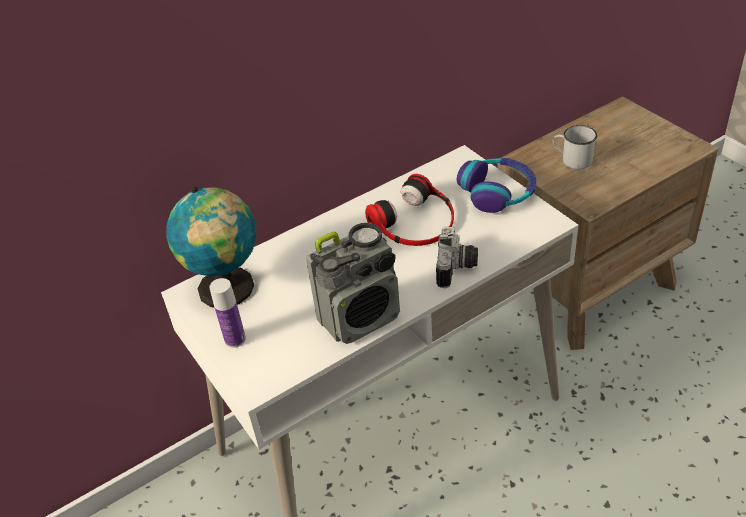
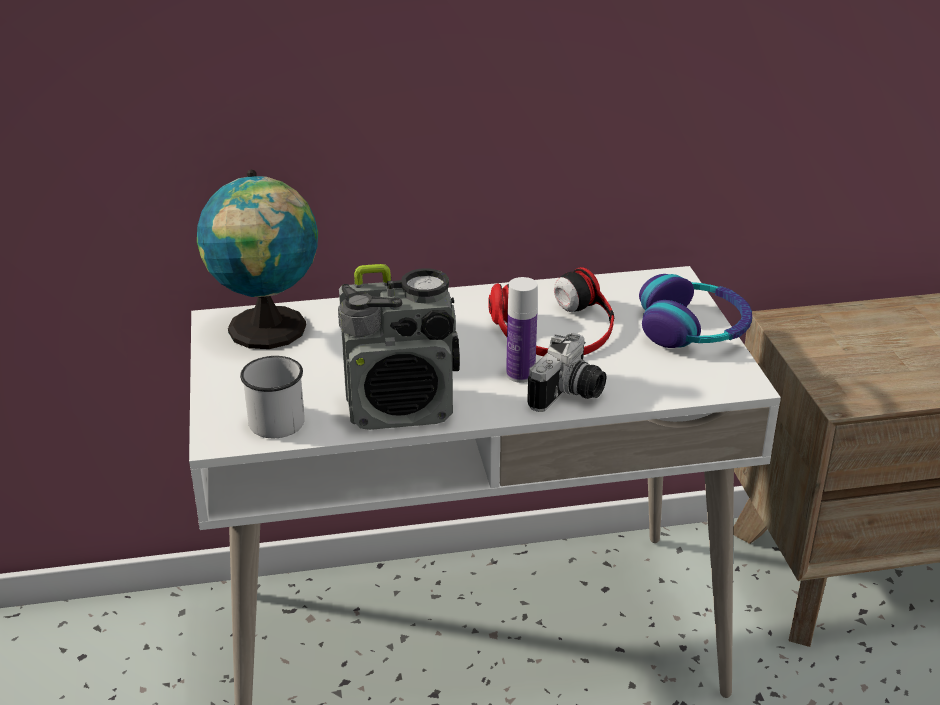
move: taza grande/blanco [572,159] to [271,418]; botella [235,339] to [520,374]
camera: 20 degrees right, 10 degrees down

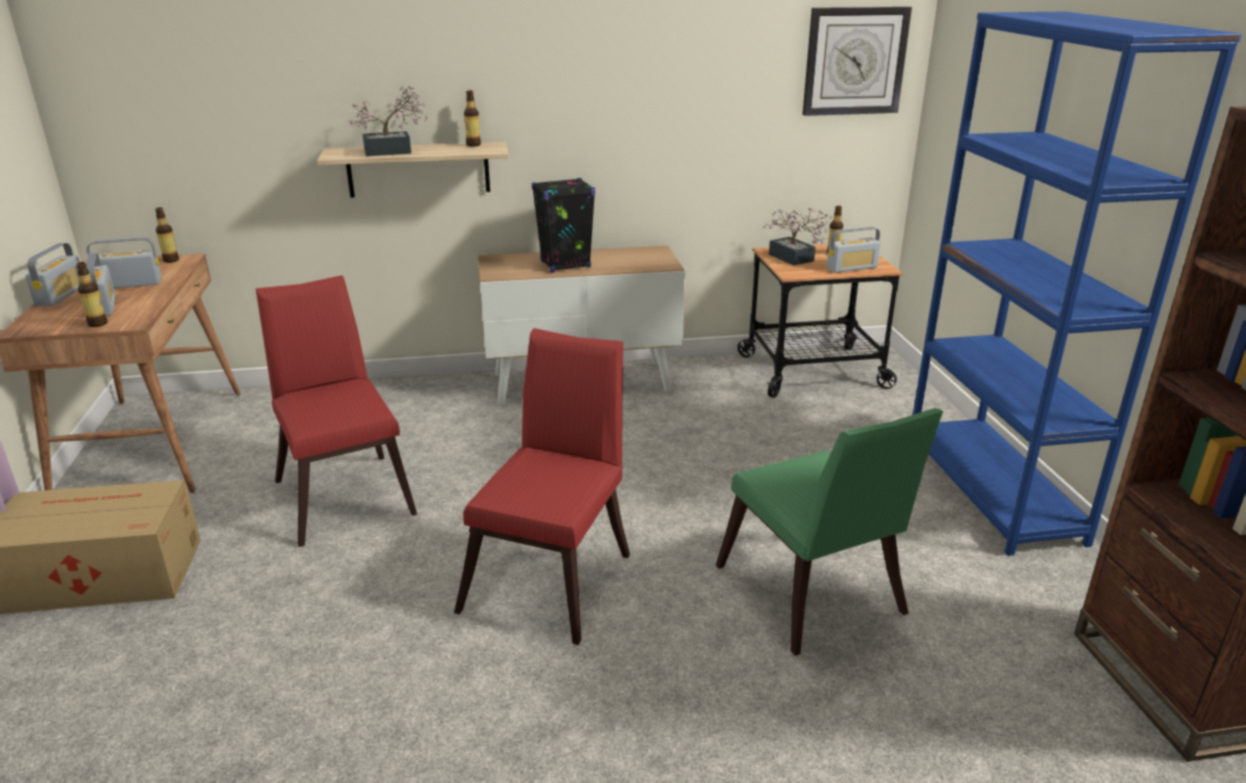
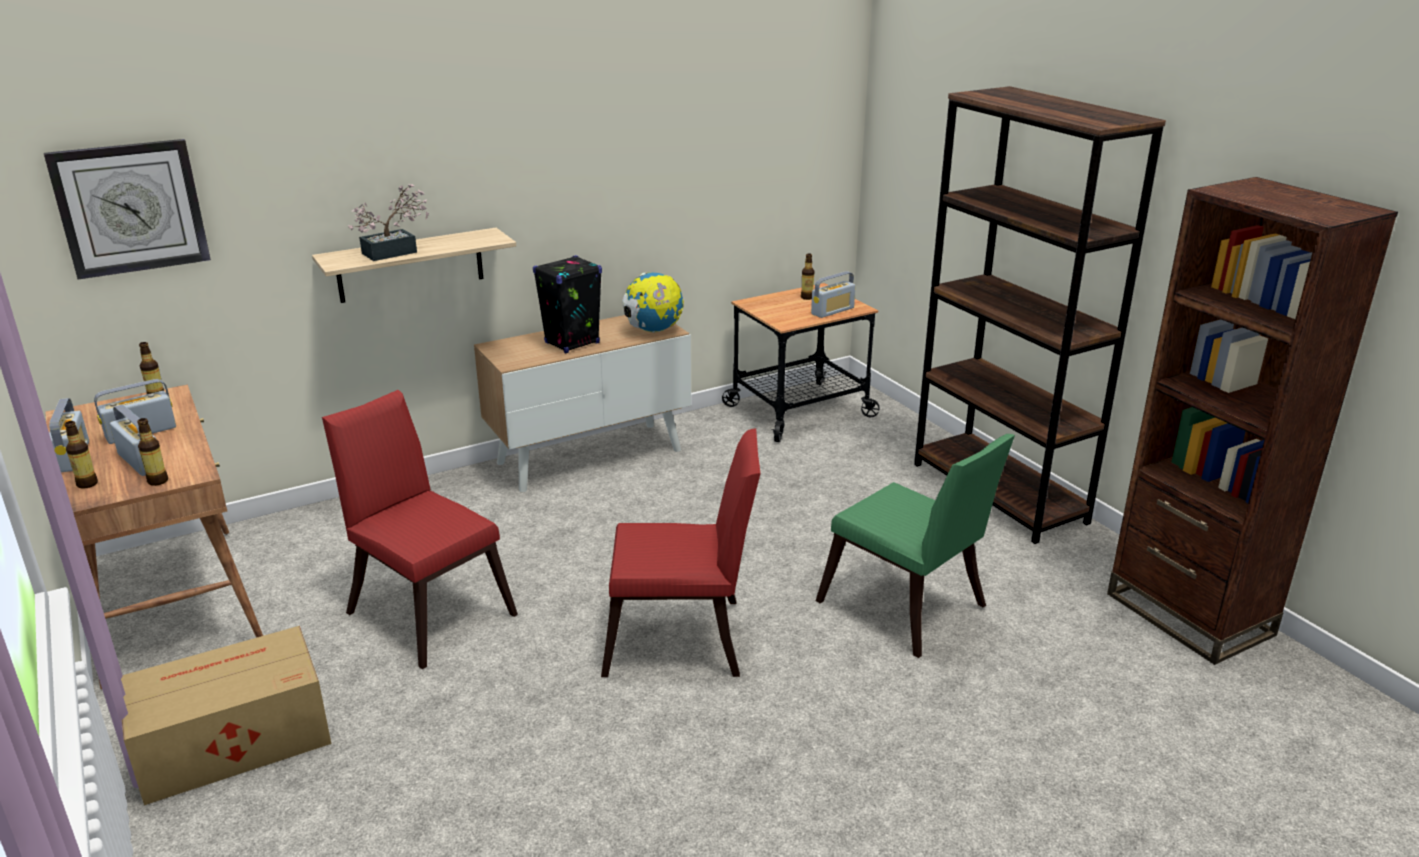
delete: planta en maceta [794,259]
insert: globo terráqueo [653,331]
move: reloj de pared [854,61] to [130,208]; botella [473,145] to [87,484]
recolor: estantería/azul [991,490] to estantería/marrón [998,493]
rotate: silla/rojo [554,575] = [683,640] 90 degrees clockwise
camera: 20 degrees left, 0 degrees up

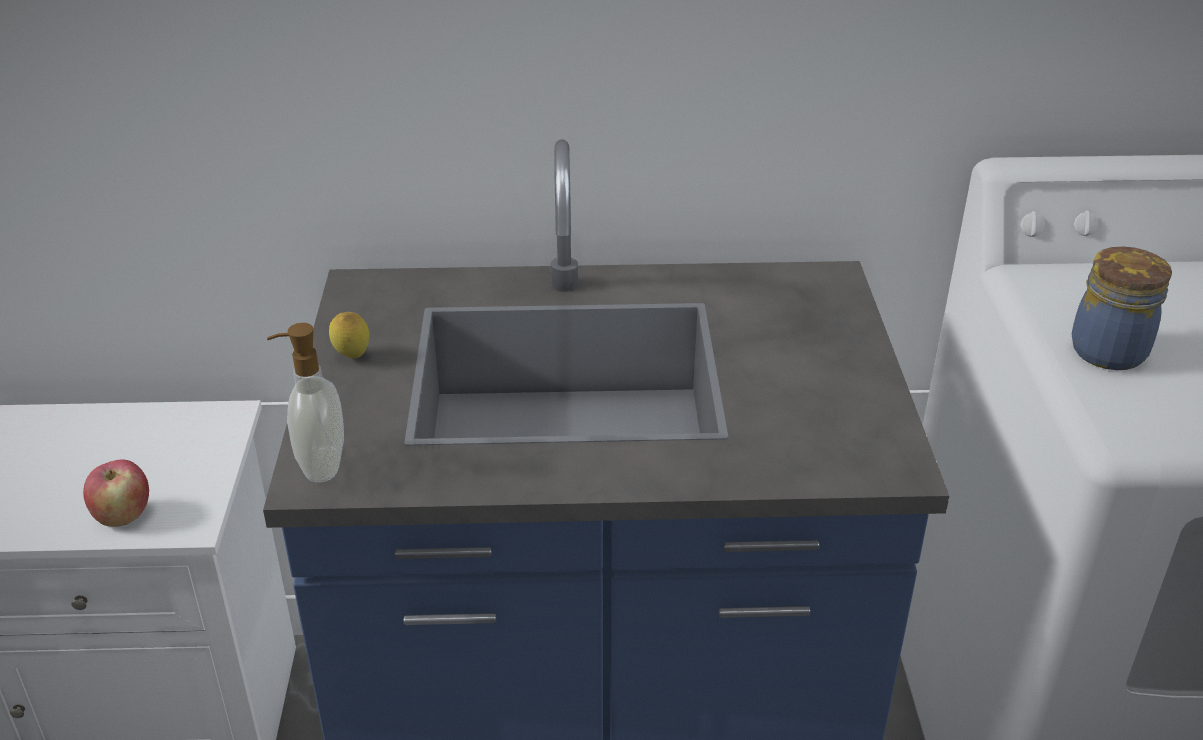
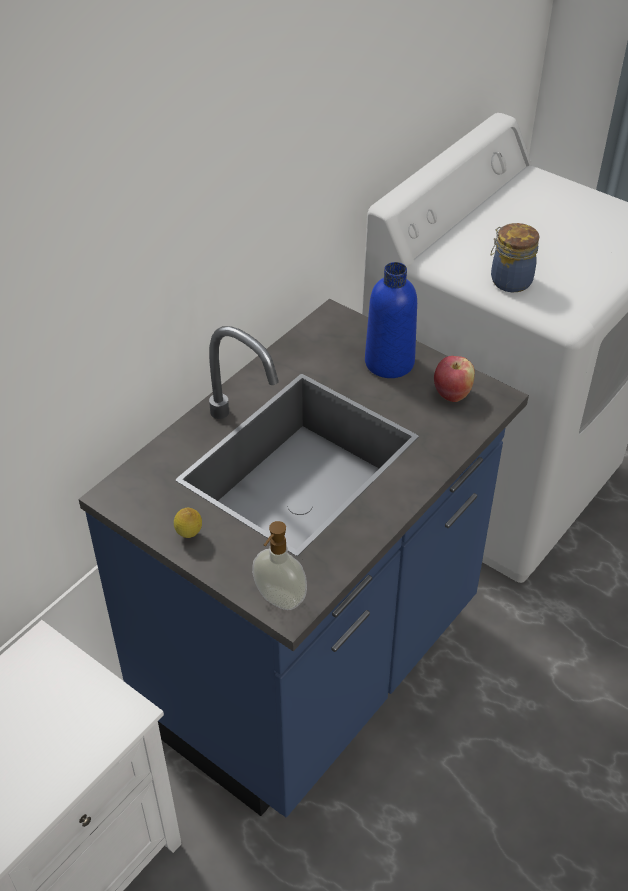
insert: botella/azul [389,362]
move: manzana [123,516] to [452,394]
camera: 50 degrees left, 10 degrees up

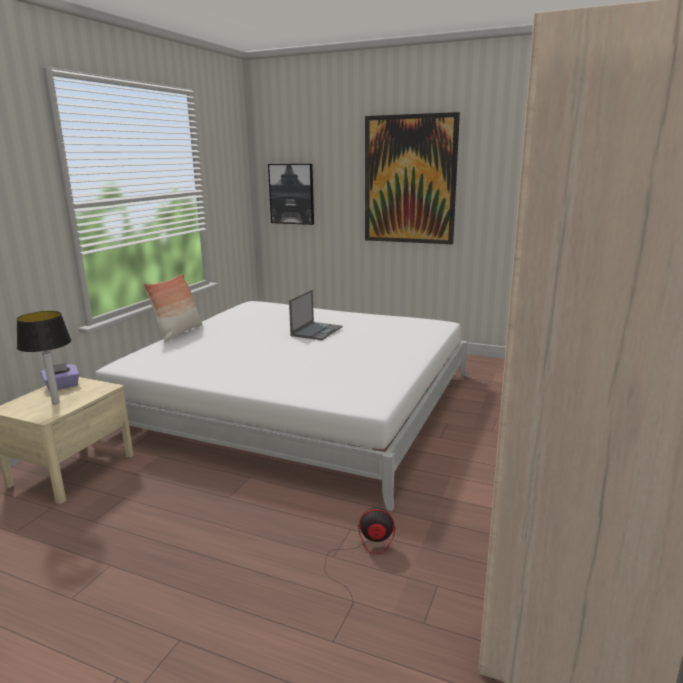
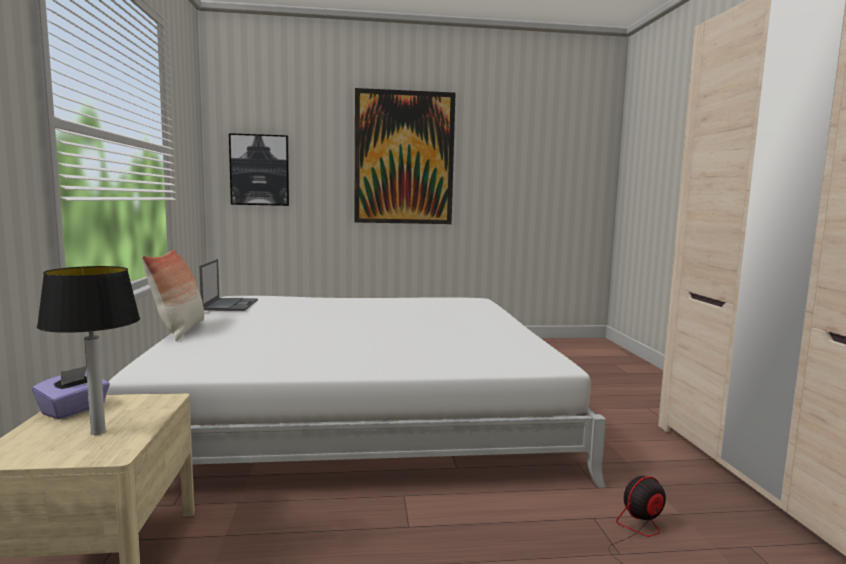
move: portátil [317,331] to [230,305]
camera: 30 degrees left, 10 degrees down

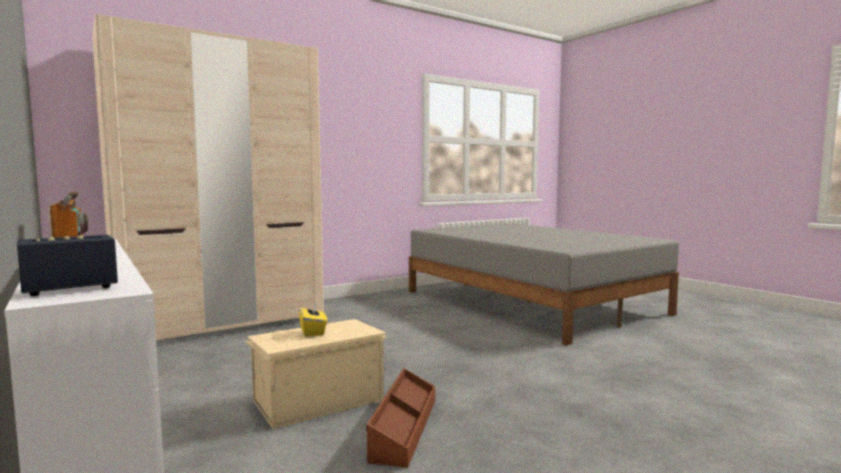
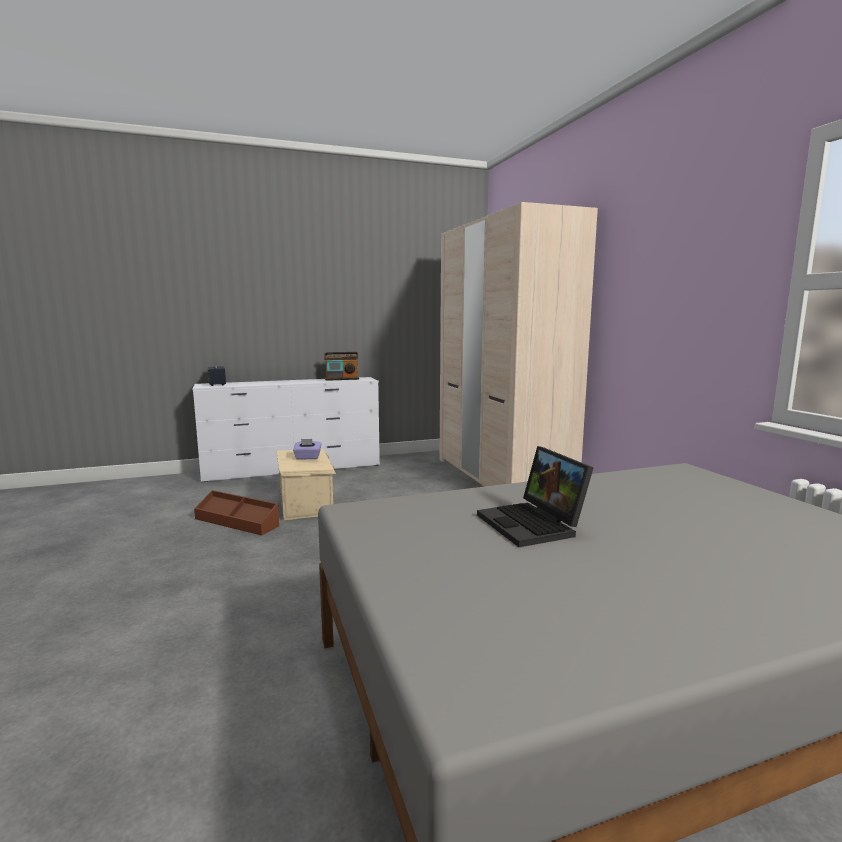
insert: portátil [534,525]
recolor: caja de pañuelos/amarillo [313,331] to caja de pañuelos/morado [307,458]
camera: 105 degrees right, 5 degrees up

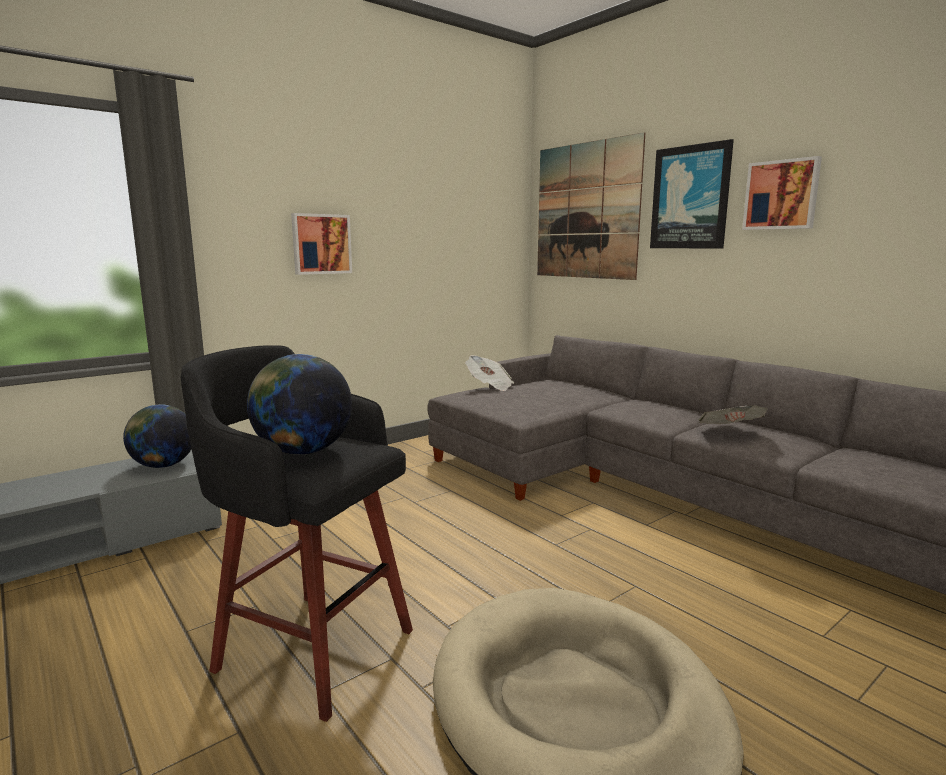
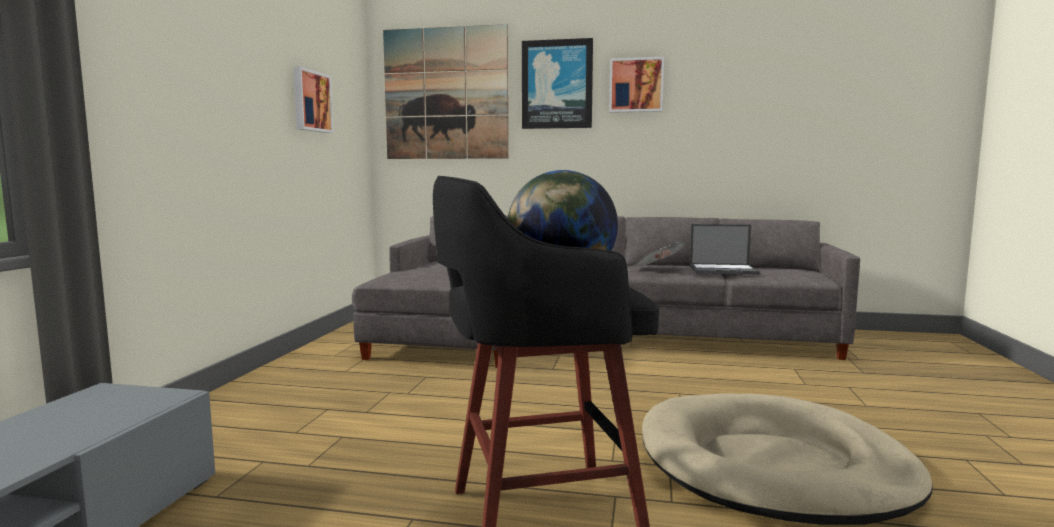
delete: globo terráqueo [163,465]; periódico [490,386]
insert: portátil [723,270]
move: cuadro [321,244] to [311,101]
camera: 40 degrees left, 5 degrees down

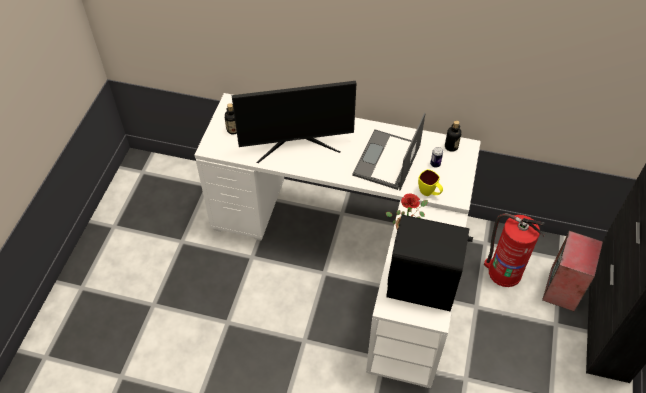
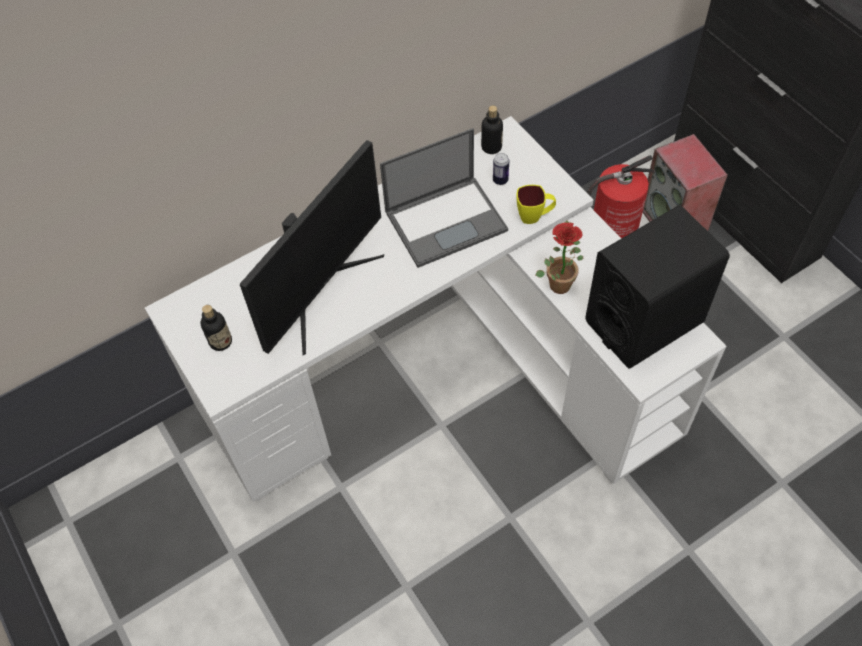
rotate: portátil [387,161] = [447,220] 90 degrees counterclockwise
camera: 45 degrees left, 5 degrees up

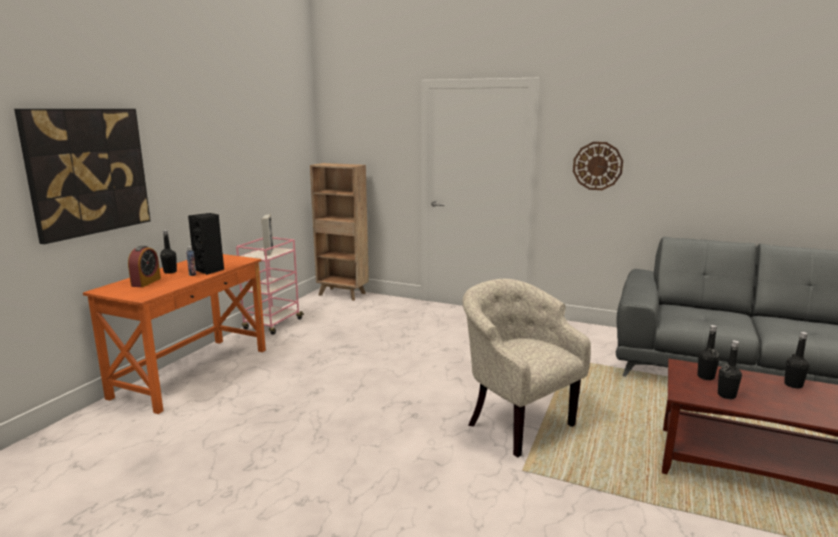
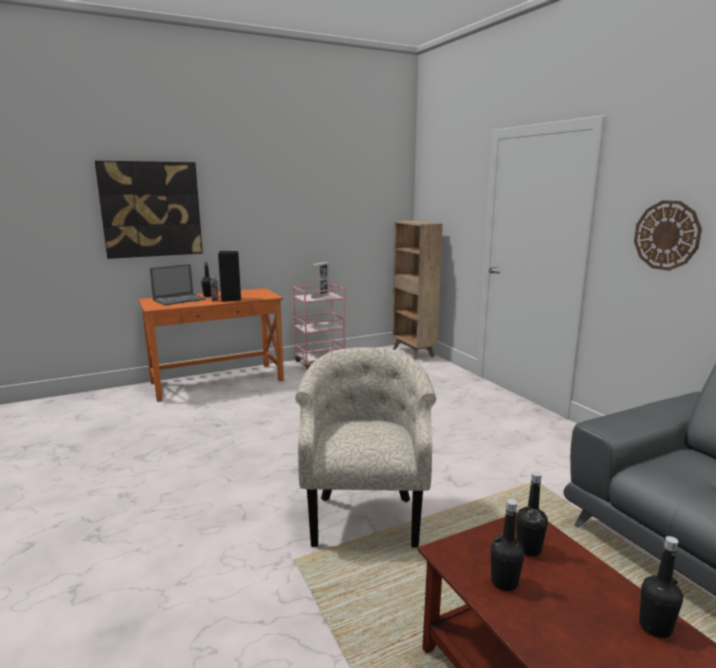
replace: despertador [146,282] to portátil [179,299]
camera: 40 degrees right, 0 degrees up

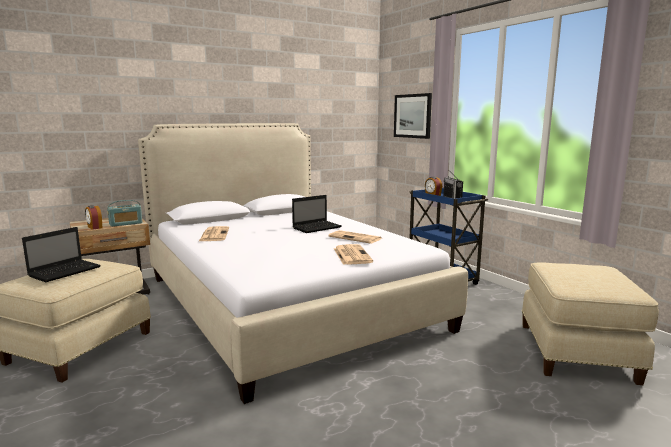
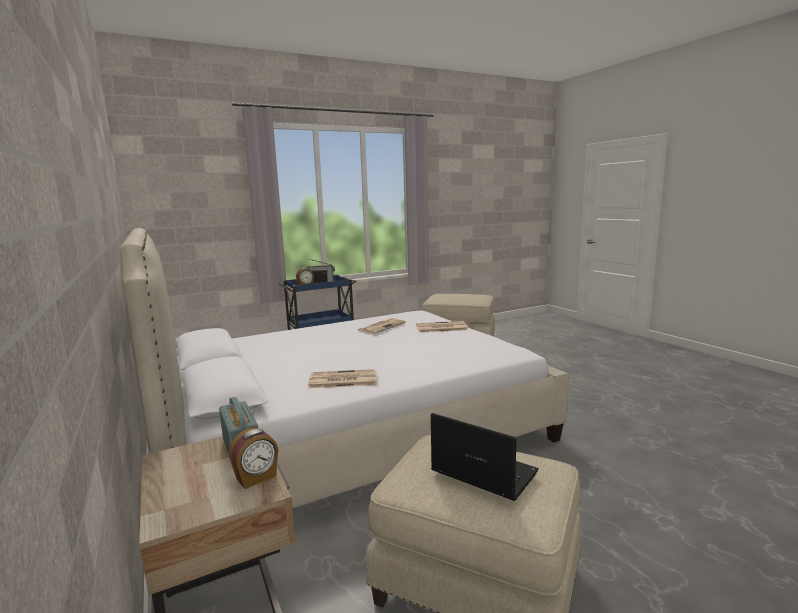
delete: portátil [317,227]; cuadro [412,116]
camera: 85 degrees left, 0 degrees up

